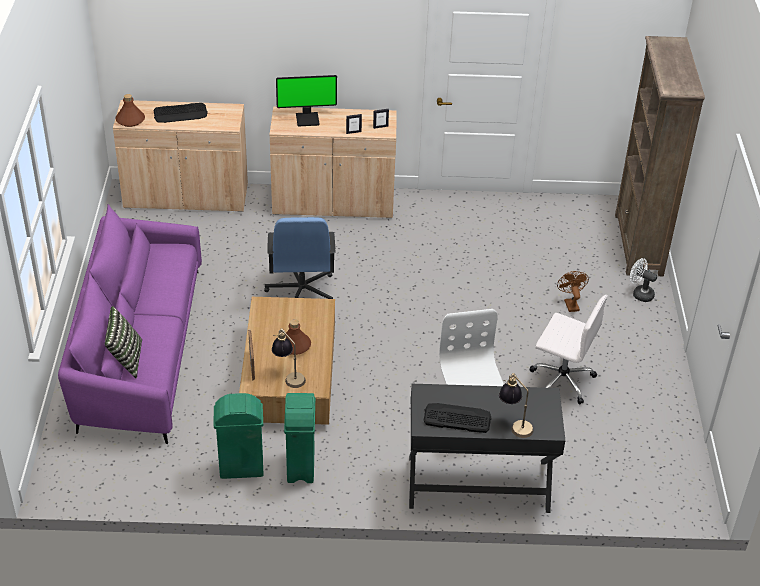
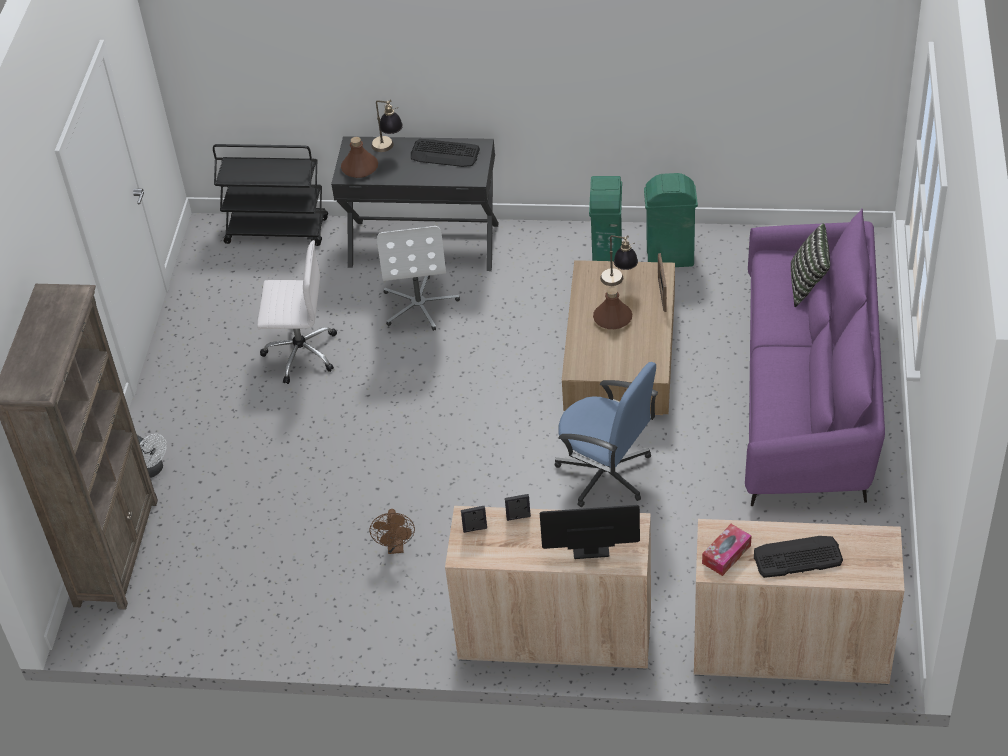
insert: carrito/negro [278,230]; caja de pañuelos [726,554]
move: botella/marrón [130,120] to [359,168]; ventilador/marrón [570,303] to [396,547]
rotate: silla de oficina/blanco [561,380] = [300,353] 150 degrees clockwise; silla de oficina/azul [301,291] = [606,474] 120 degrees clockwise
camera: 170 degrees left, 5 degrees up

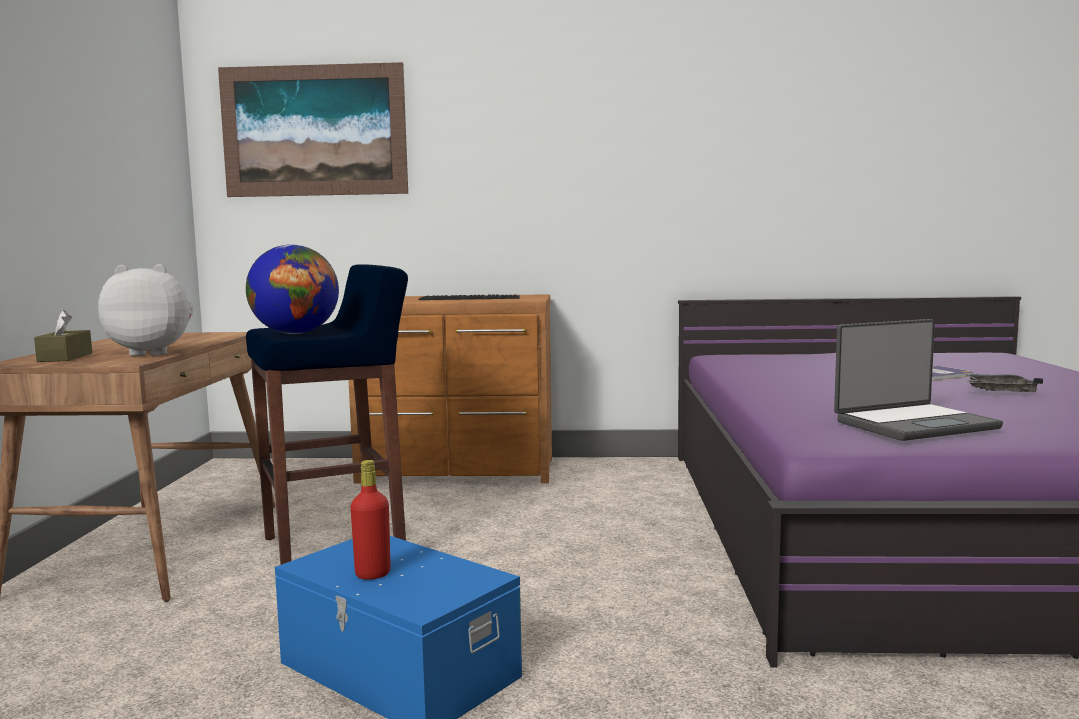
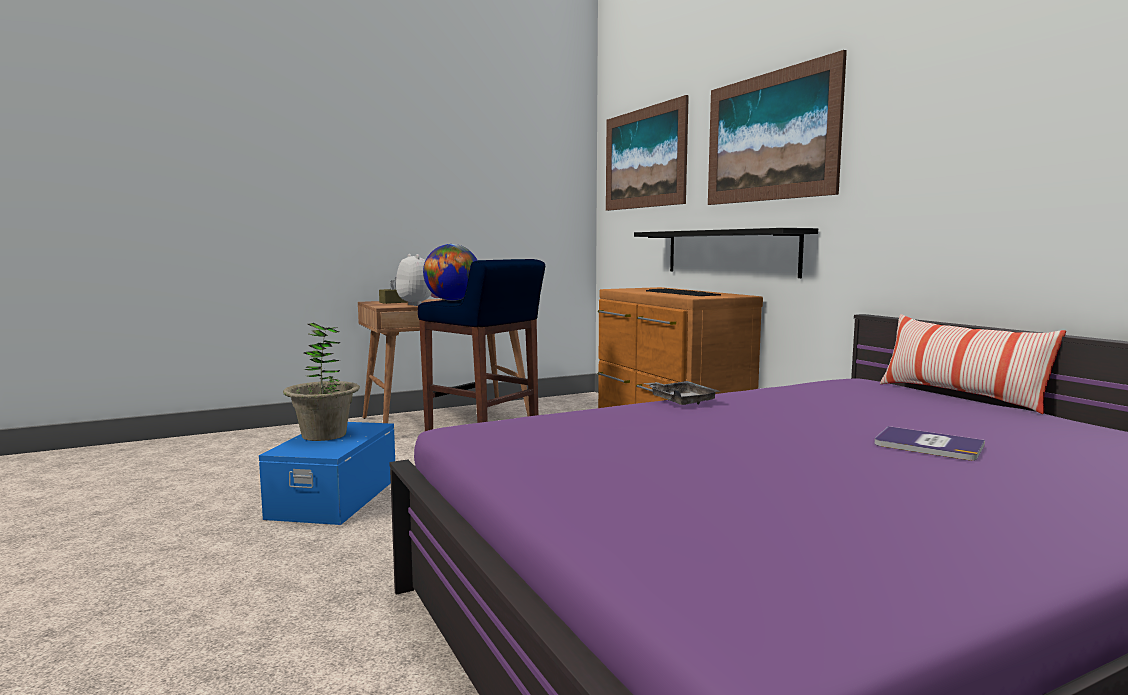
delete: portátil [913,424]
insert: estante/negro [729,252]; cuadro [769,137]; cojín [960,396]
move: bandeja/gris [997,392] to [680,401]
replace: botella/rojo [373,574] to planta en maceta [324,435]
camera: 60 degrees right, 0 degrees up

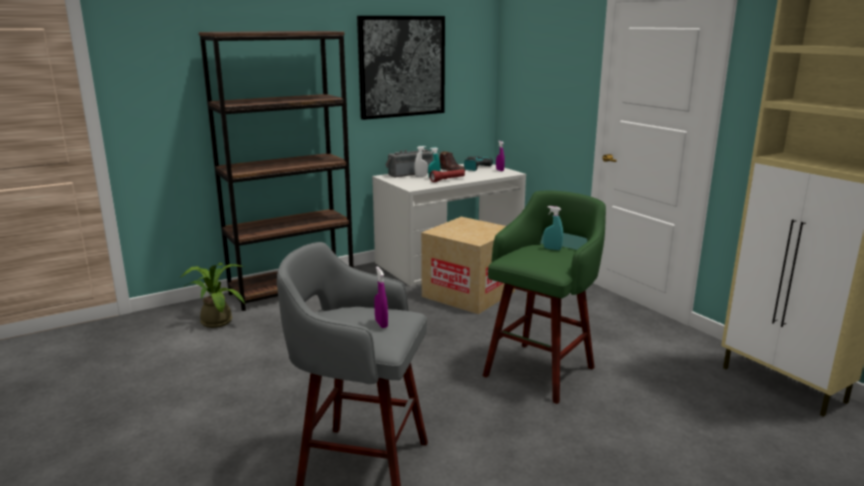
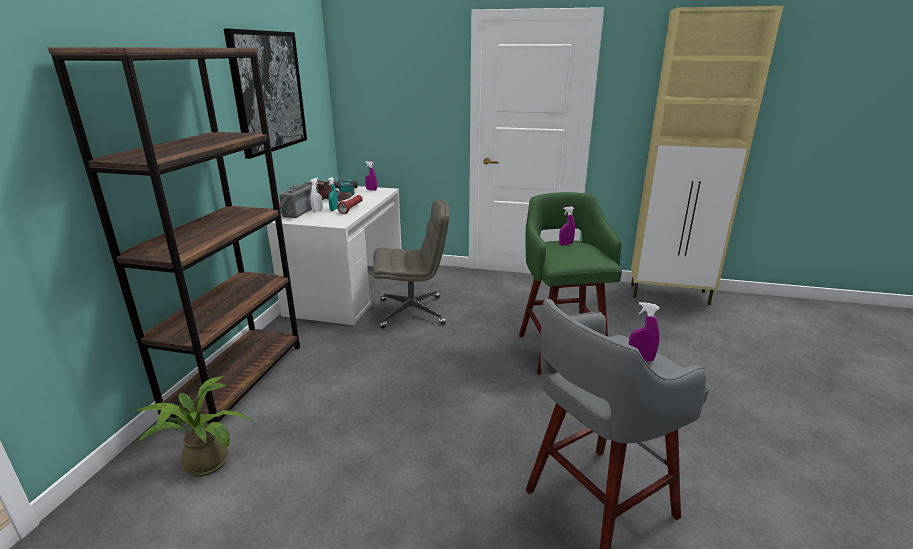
replace: caja de cartón [468,294] to silla de oficina/gris [413,312]
recolor: pulverizador/turquesa [552,249] to pulverizador/morado [565,244]
camera: 45 degrees left, 5 degrees up

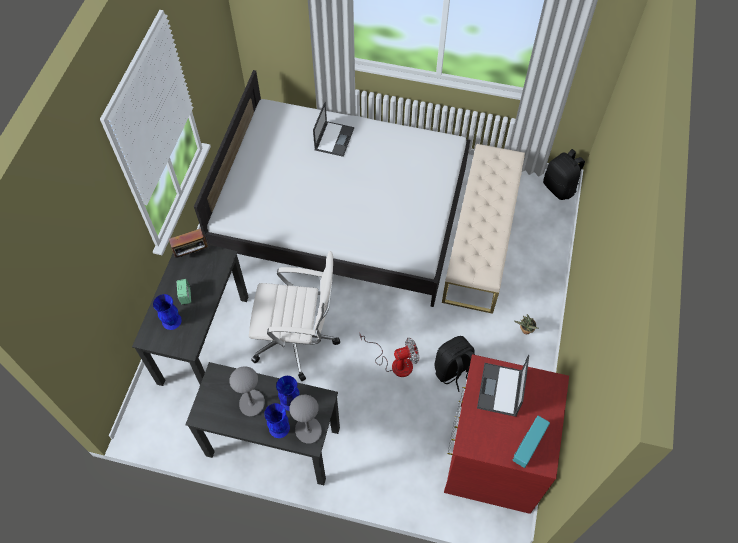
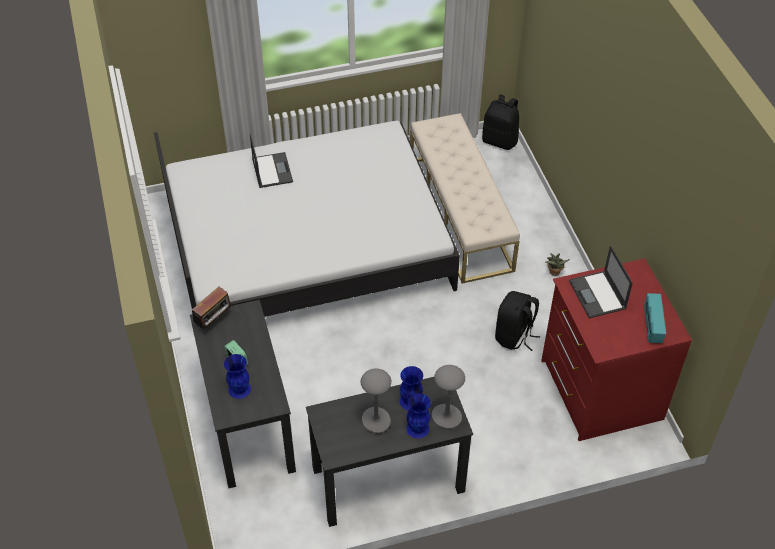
delete: silla de oficina/blanco [297,340]; ventilador [395,363]
camera: 30 degrees left, 10 degrees down

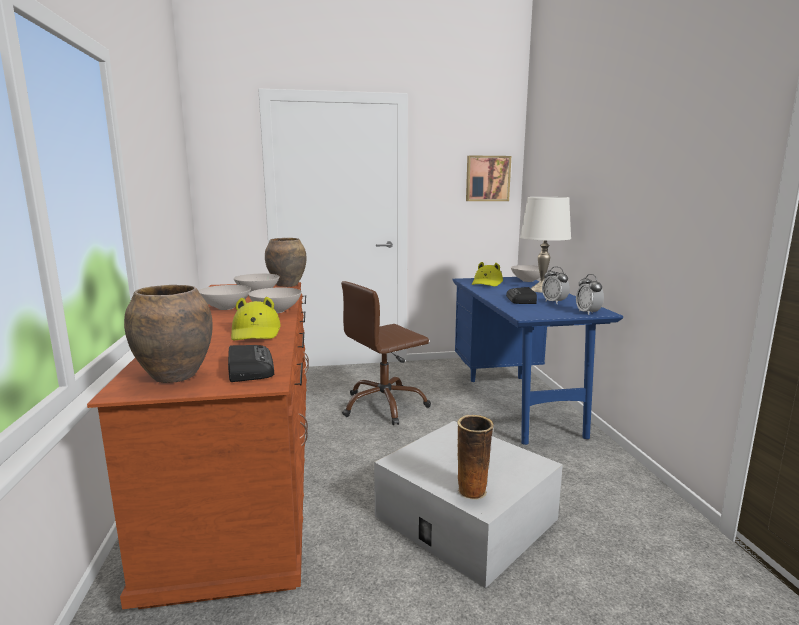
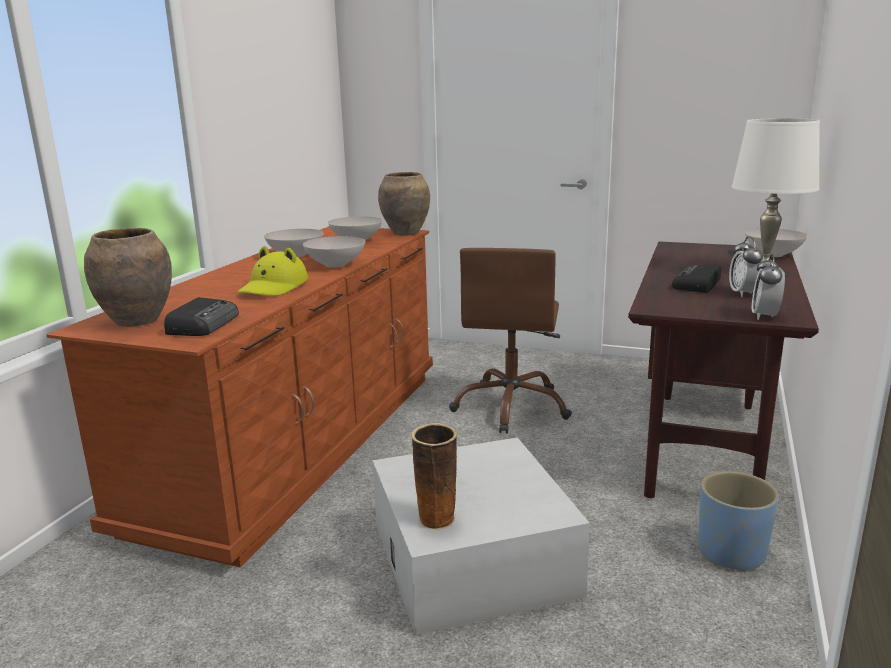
delete: cuadro [487,178]; sombrero/amarillo [487,283]
insert: maceta/azul [731,553]
recolor: escritorio/azul [517,400] to escritorio/marrón [705,438]
rotate: silla de oficina/marrón [384,405] = [511,407] 75 degrees counterclockwise
camera: 30 degrees right, 5 degrees up

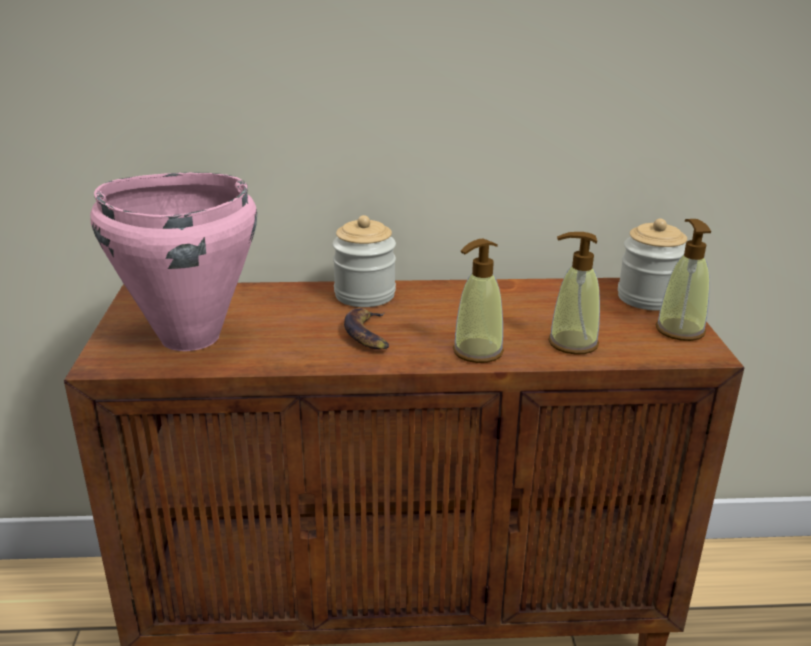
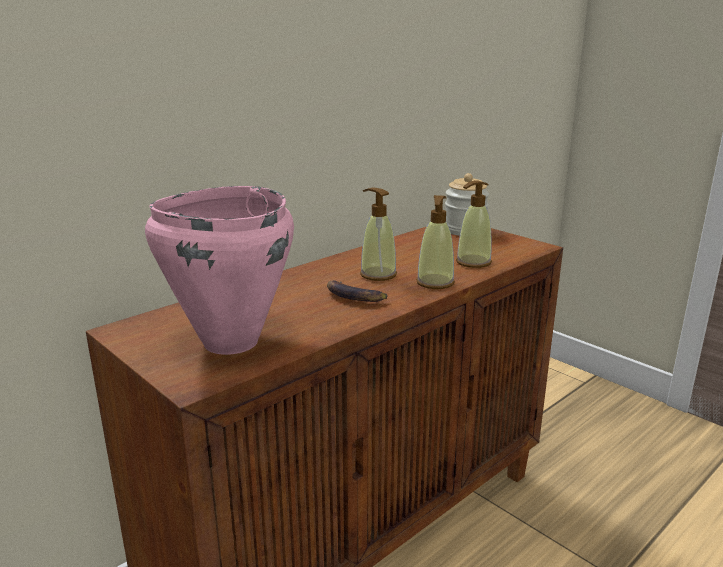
delete: tarro [364,295]
move: dispensador de jabón [679,330] to [378,274]
camera: 40 degrees left, 5 degrees down

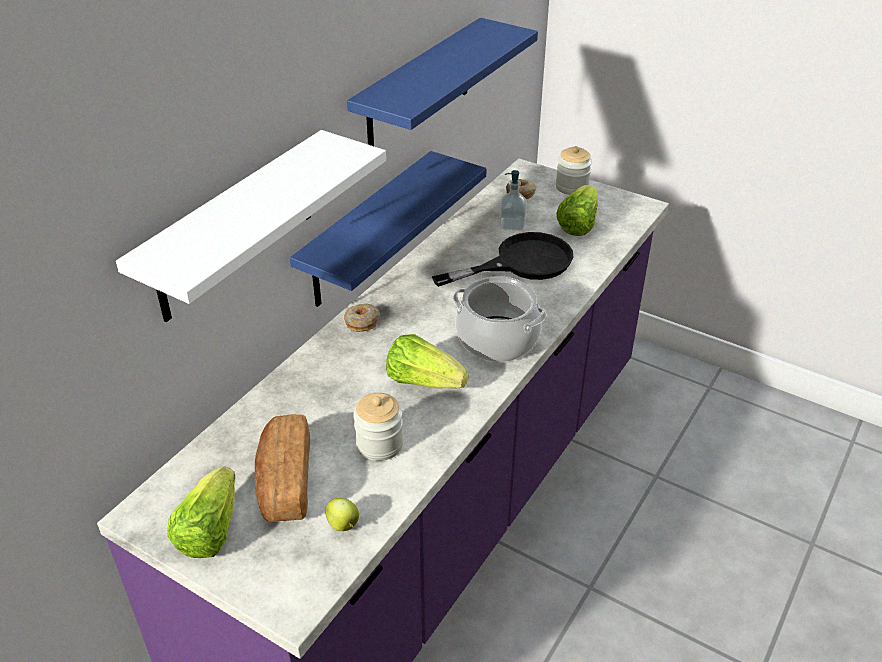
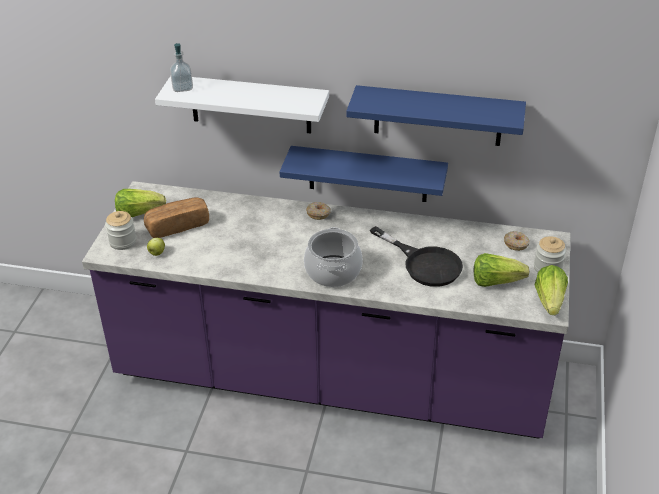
move: tarro [379,444] to [123,242]; dispensador de jabón [512,224] to [182,87]; lechuga [423,381] to [549,301]
camera: 70 degrees right, 0 degrees up

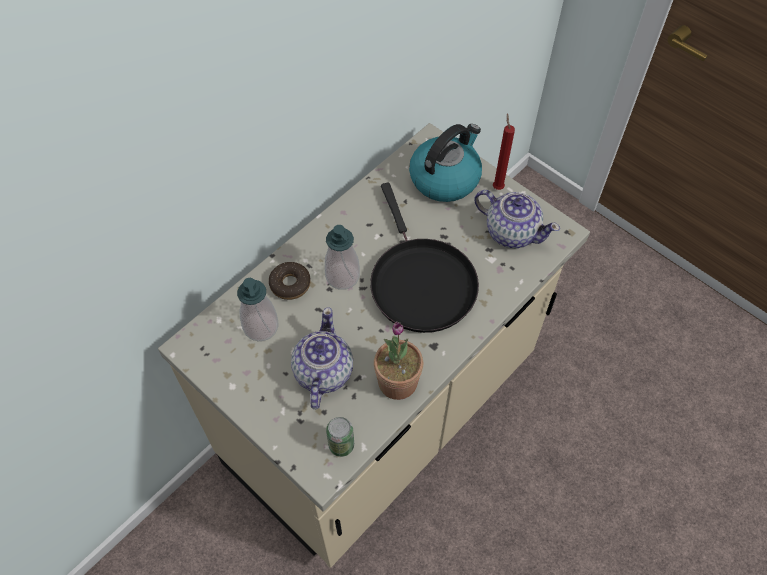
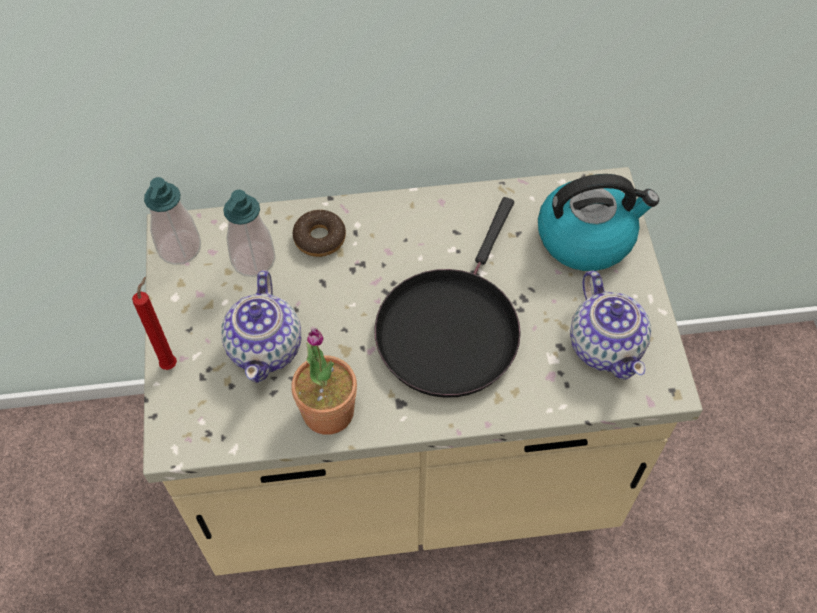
delete: lata [341,445]
move: vela/rojo [497,186] to [171,363]; dispensador de jabón [342,276] to [179,248]
rotate: tetera [322,373] = [266,347] 135 degrees clockwise
camera: 40 degrees right, 0 degrees up

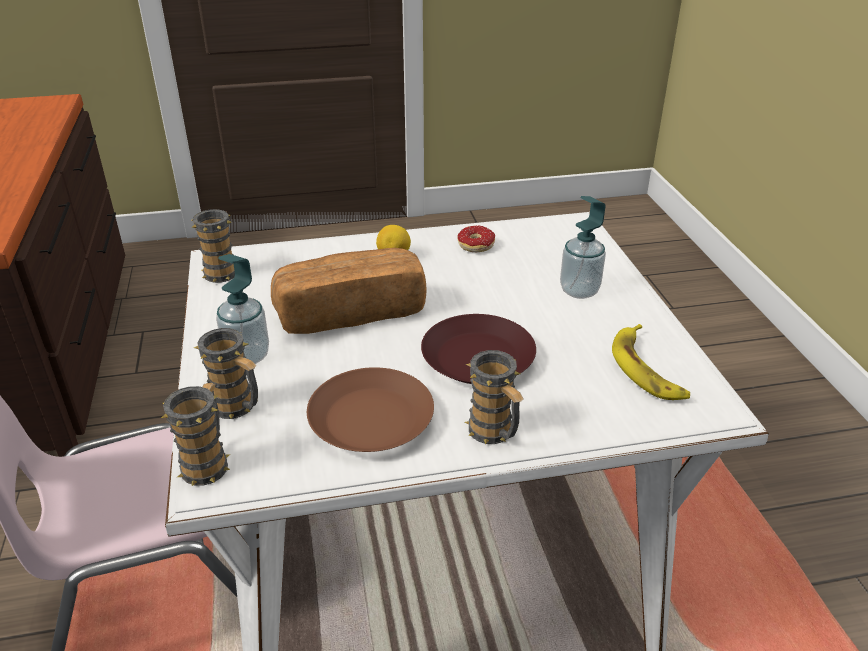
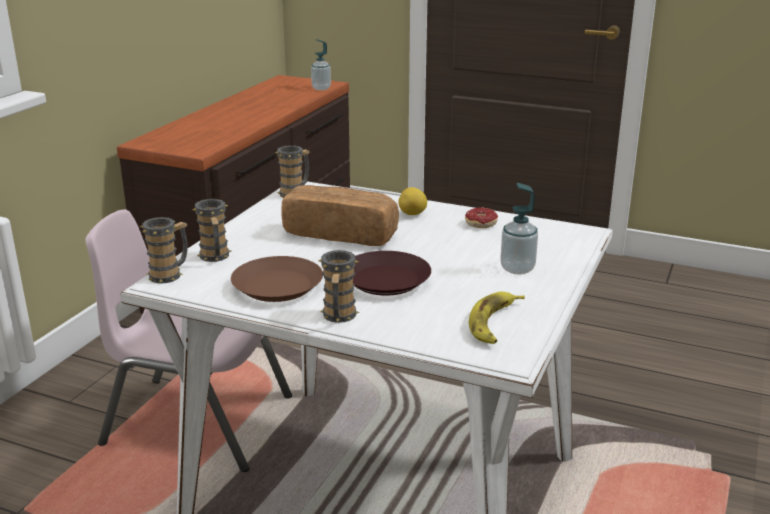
move: dispensador de jabón [247,356] to [321,88]
camera: 35 degrees right, 10 degrees down

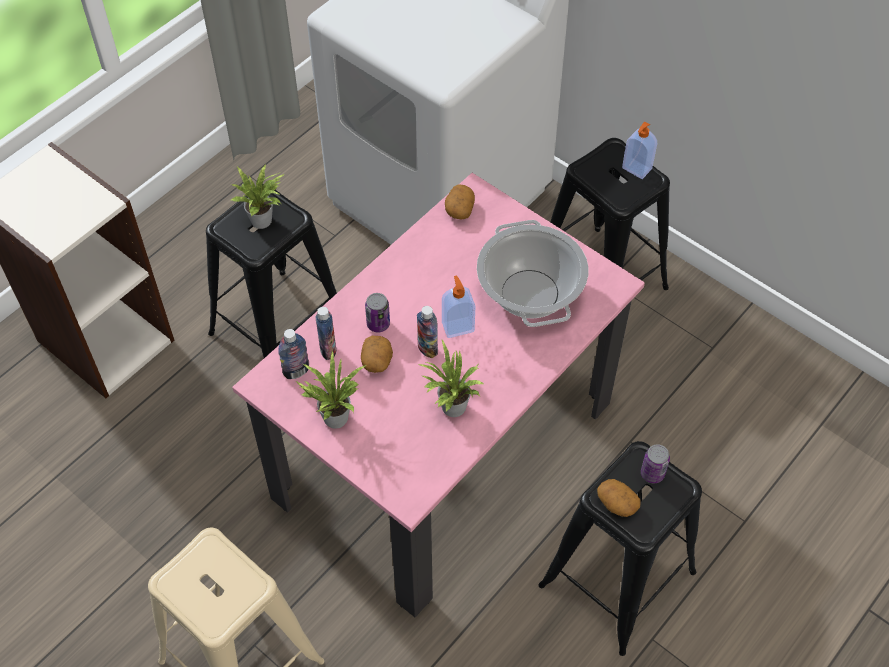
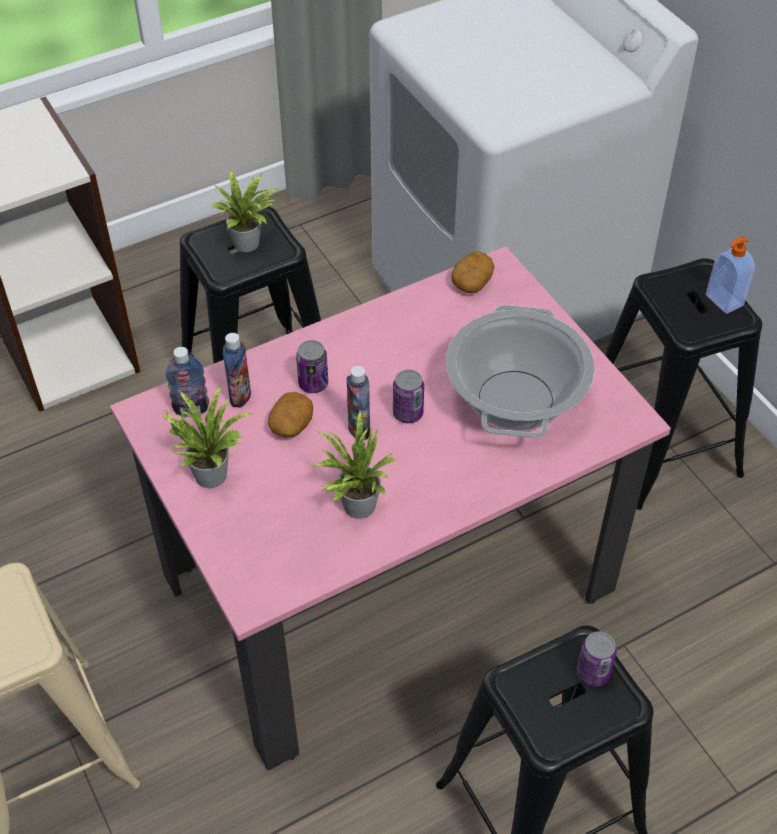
delete: patata [616,503]
replace: dispensador de jabón [457,326] to lata [408,413]
camera: 20 degrees right, 5 degrees down

